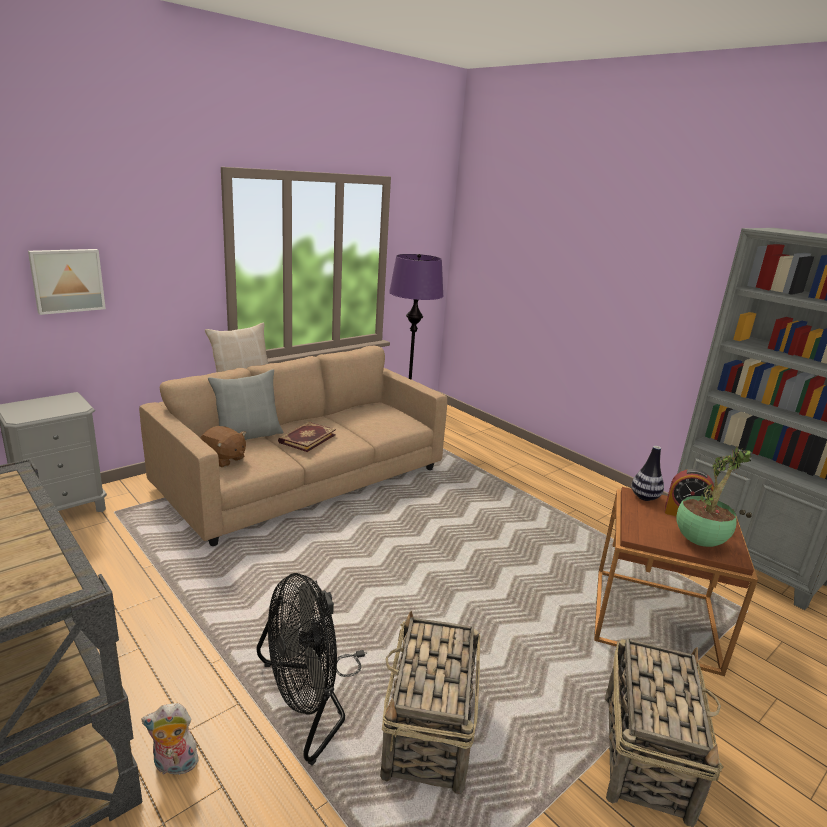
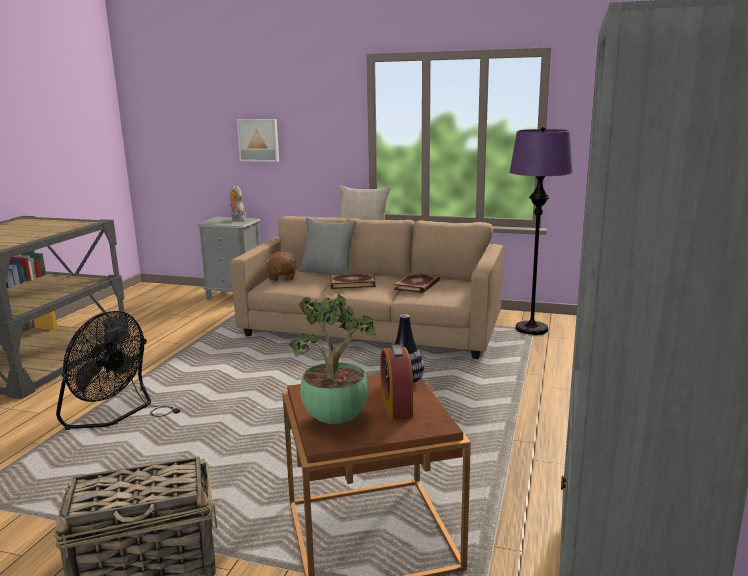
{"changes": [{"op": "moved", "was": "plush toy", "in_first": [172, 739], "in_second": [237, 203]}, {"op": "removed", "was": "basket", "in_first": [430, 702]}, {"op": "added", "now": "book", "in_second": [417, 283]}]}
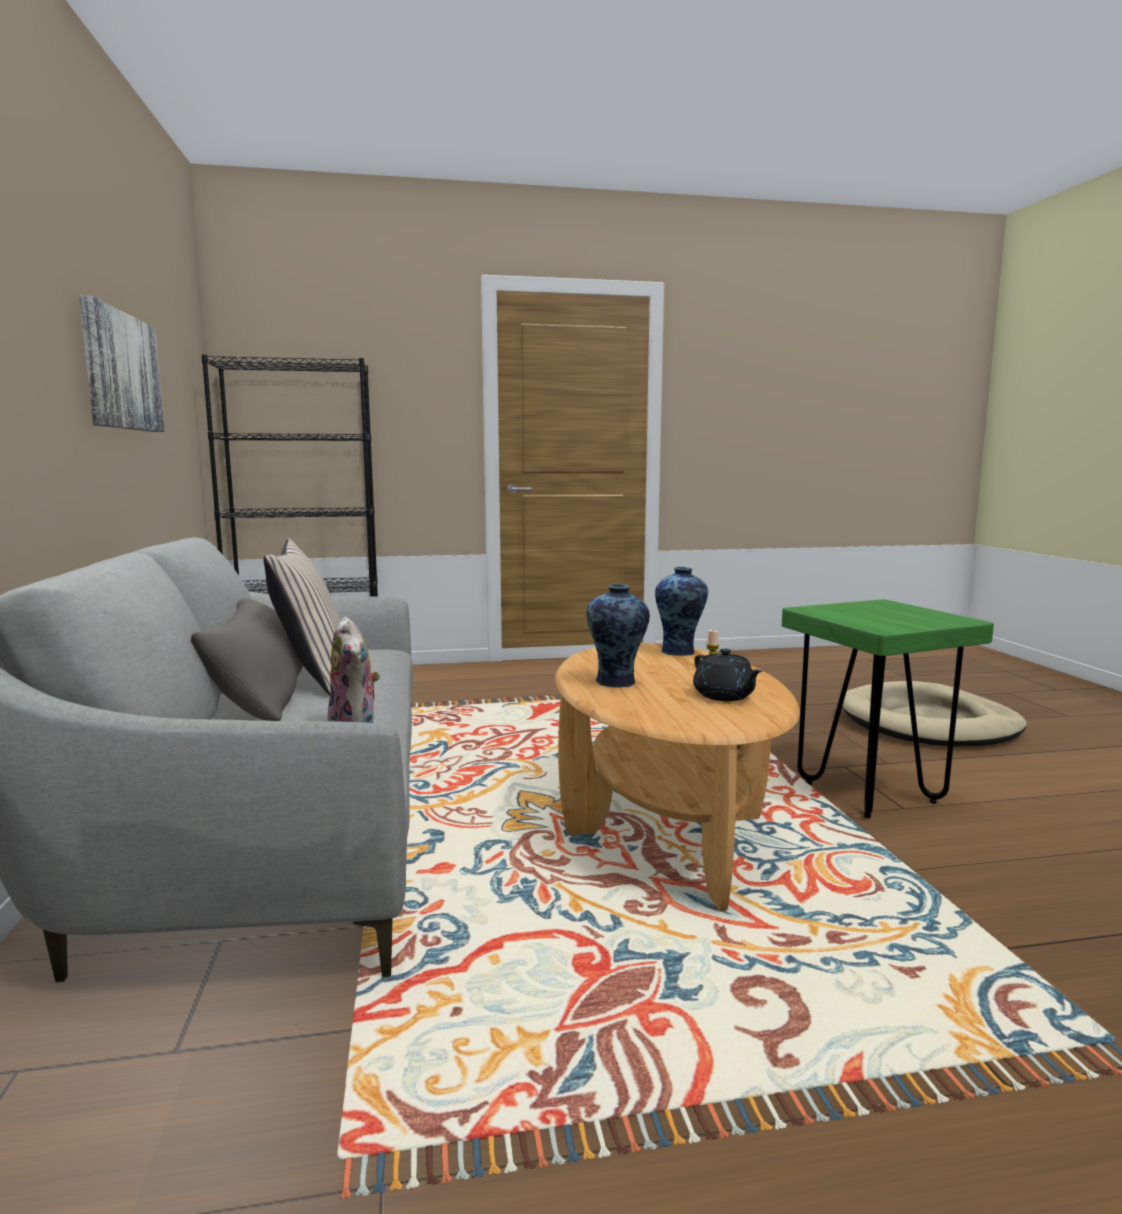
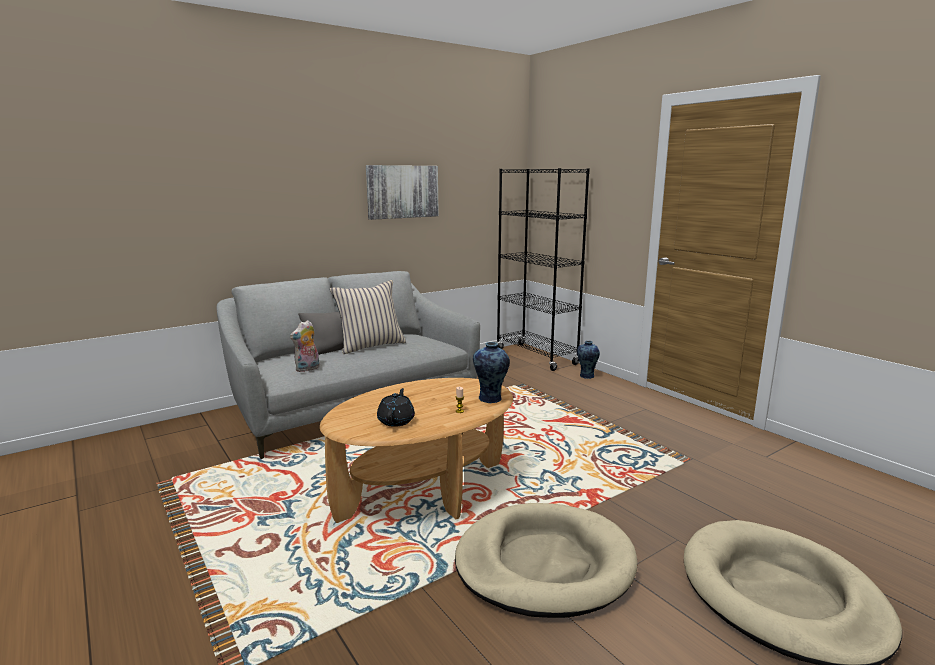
{"changes": [{"op": "moved", "was": "vase", "in_first": [618, 636], "in_second": [588, 360]}, {"op": "turned", "was": "black teapot", "in_first": [727, 675], "in_second": [396, 407], "clockwise": 150}, {"op": "replaced", "was": "green stool", "now": "beige dog bed", "in_first": [888, 708], "in_second": [546, 560]}]}
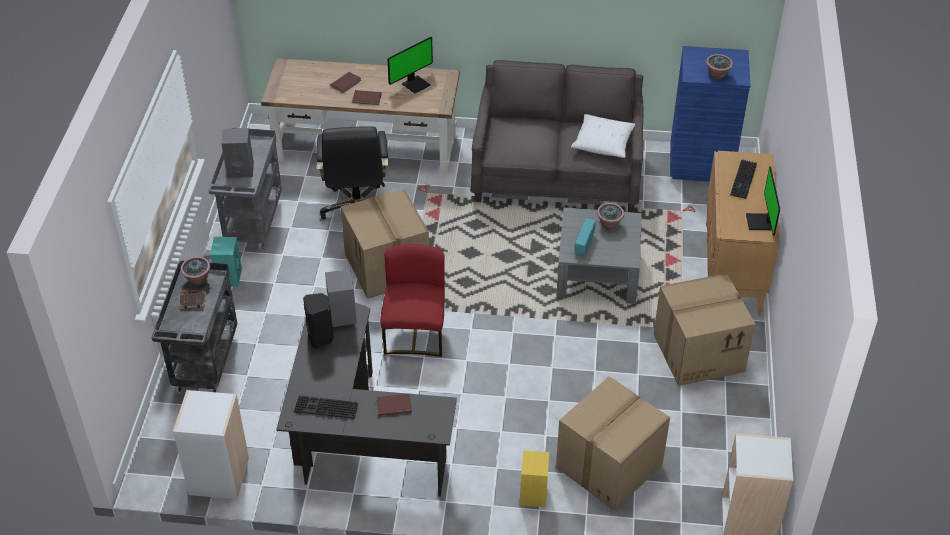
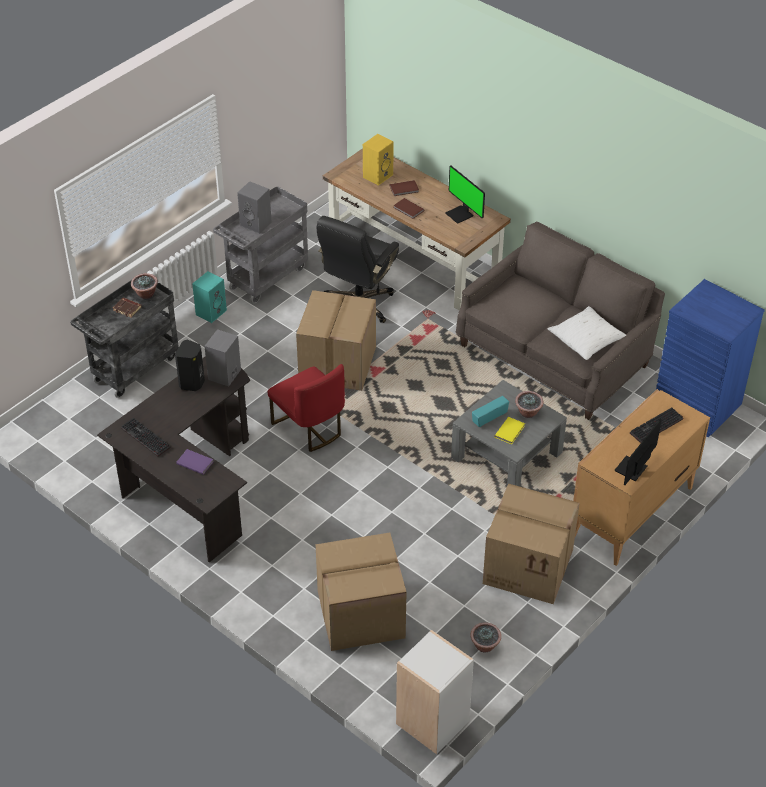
{"changes": [{"op": "removed", "was": "bookcase", "in_first": [211, 444]}, {"op": "recoloured", "was": "brown book", "now": "purple book", "in_first": [394, 405], "in_second": [194, 462]}, {"op": "turned", "was": "red chair", "in_first": [412, 300], "in_second": [306, 408], "clockwise": 105}, {"op": "turned", "was": "monitor", "in_first": [410, 65], "in_second": [465, 194], "clockwise": 60}, {"op": "moved", "was": "yellow speaker", "in_first": [534, 478], "in_second": [378, 160]}, {"op": "moved", "was": "potted plant", "in_first": [719, 67], "in_second": [485, 637]}, {"op": "added", "now": "yellow book", "in_second": [509, 430]}]}
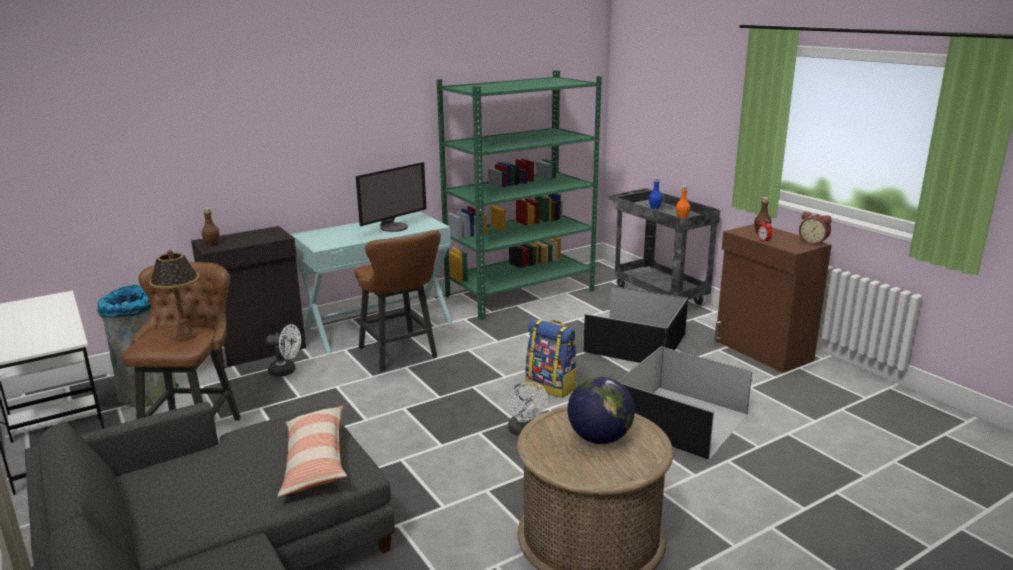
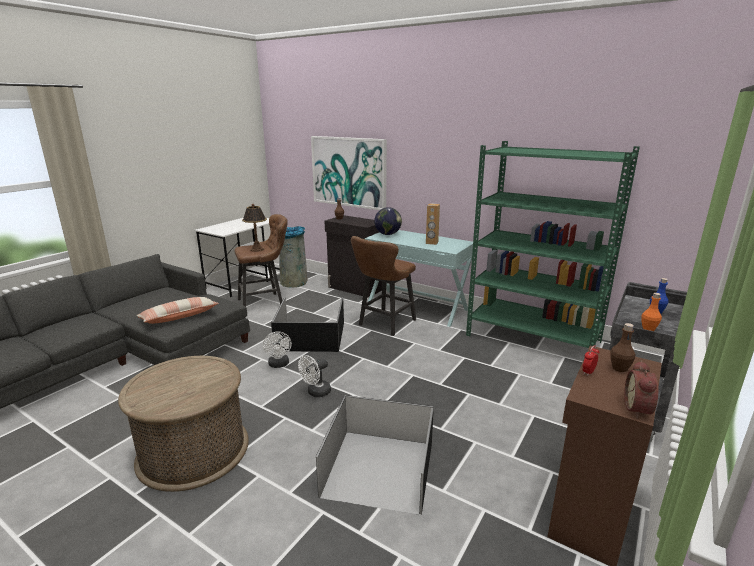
{"changes": [{"op": "moved", "was": "white fan", "in_first": [283, 350], "in_second": [277, 350]}, {"op": "replaced", "was": "monitor", "now": "brown speaker", "in_first": [391, 197], "in_second": [433, 224]}, {"op": "removed", "was": "backpack", "in_first": [551, 358]}, {"op": "moved", "was": "globe", "in_first": [601, 410], "in_second": [388, 221]}, {"op": "moved", "was": "black storage box", "in_first": [635, 324], "in_second": [307, 324]}, {"op": "added", "now": "picture", "in_second": [349, 173]}]}
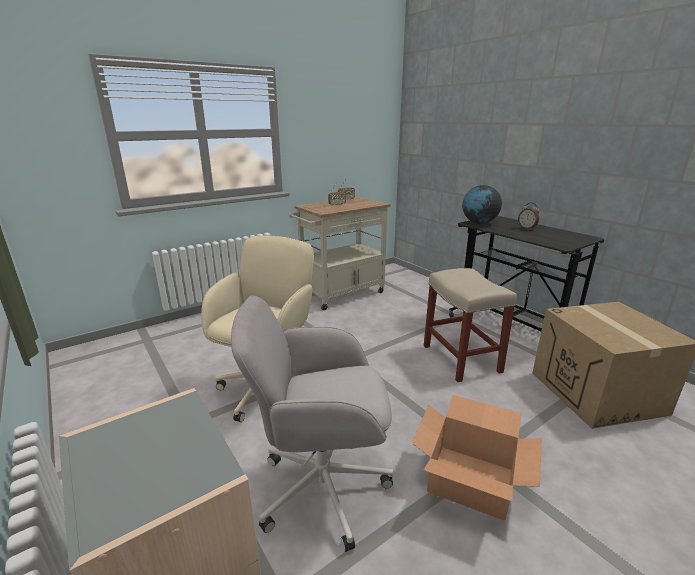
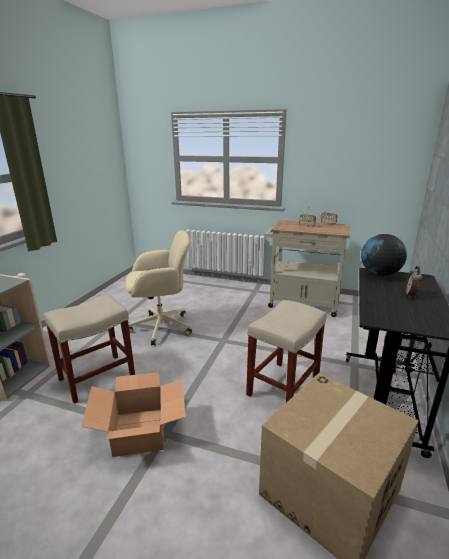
{"changes": [{"op": "replaced", "was": "grey office chair", "now": "beige stool", "in_first": [312, 423], "in_second": [89, 349]}]}
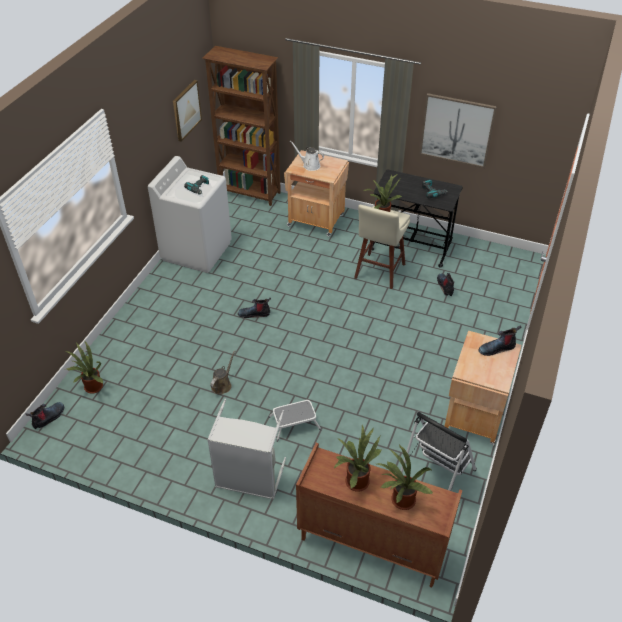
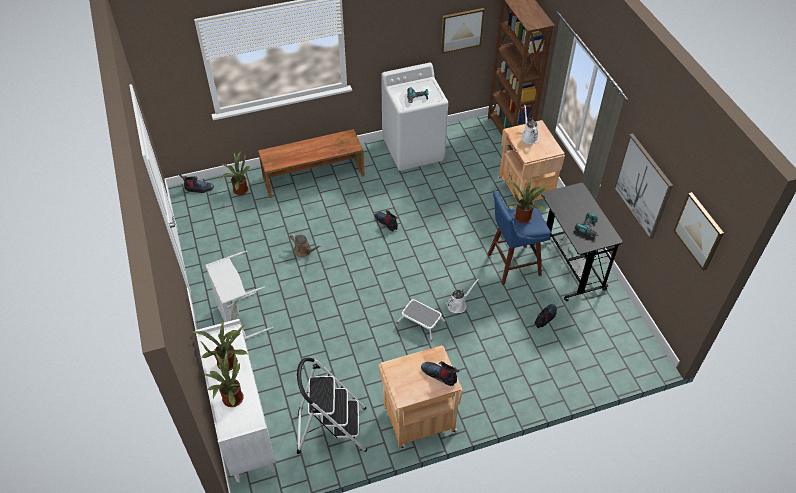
{"changes": [{"op": "turned", "was": "brown watering can", "in_first": [222, 372], "in_second": [306, 245], "clockwise": 45}, {"op": "moved", "was": "grey step ladder", "in_first": [295, 421], "in_second": [421, 320]}, {"op": "recoloured", "was": "brown cabinet", "now": "white cabinet", "in_first": [379, 515], "in_second": [235, 400]}, {"op": "recoloured", "was": "beige stool", "now": "blue stool", "in_first": [382, 247], "in_second": [519, 238]}, {"op": "added", "now": "brown bench", "in_second": [311, 163]}, {"op": "added", "now": "white watering can", "in_second": [462, 295]}, {"op": "added", "now": "picture", "in_second": [698, 231]}]}
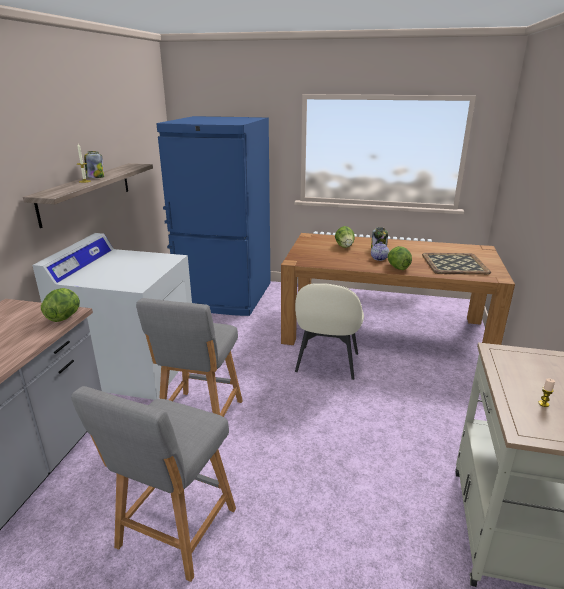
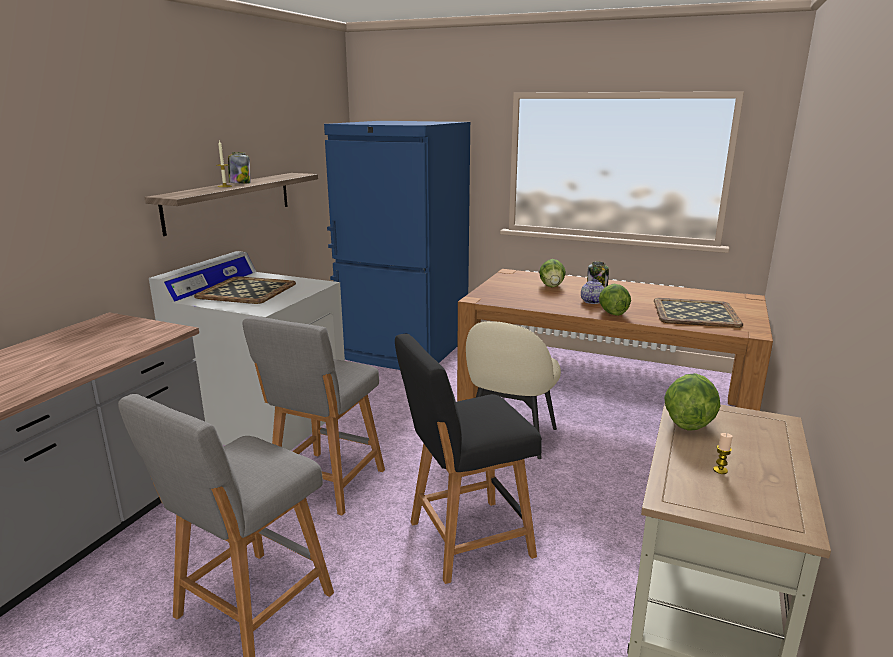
{"changes": [{"op": "moved", "was": "lettuce", "in_first": [60, 305], "in_second": [692, 402]}, {"op": "added", "now": "tray", "in_second": [245, 290]}, {"op": "added", "now": "black stool", "in_second": [468, 459]}]}
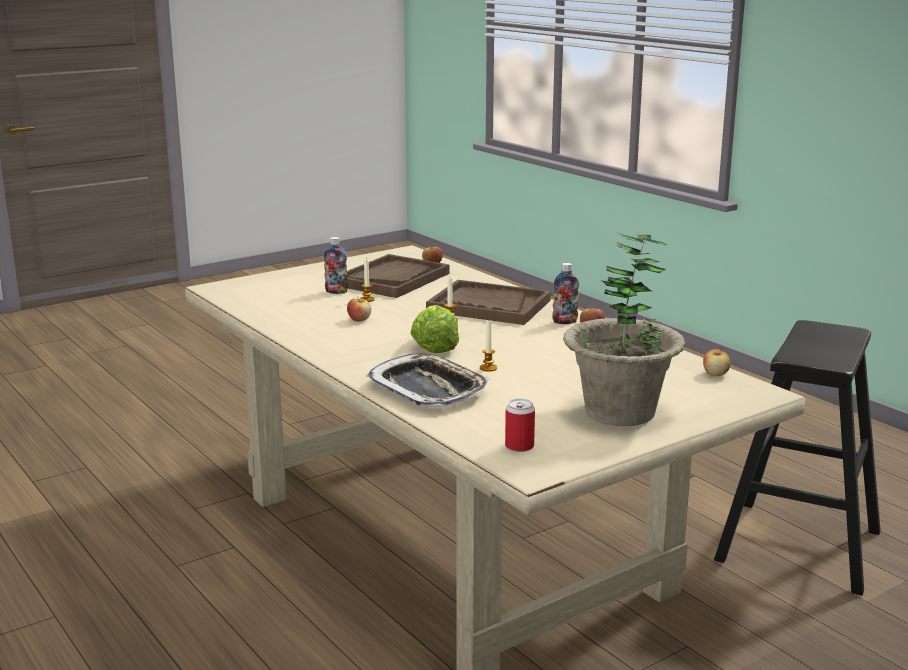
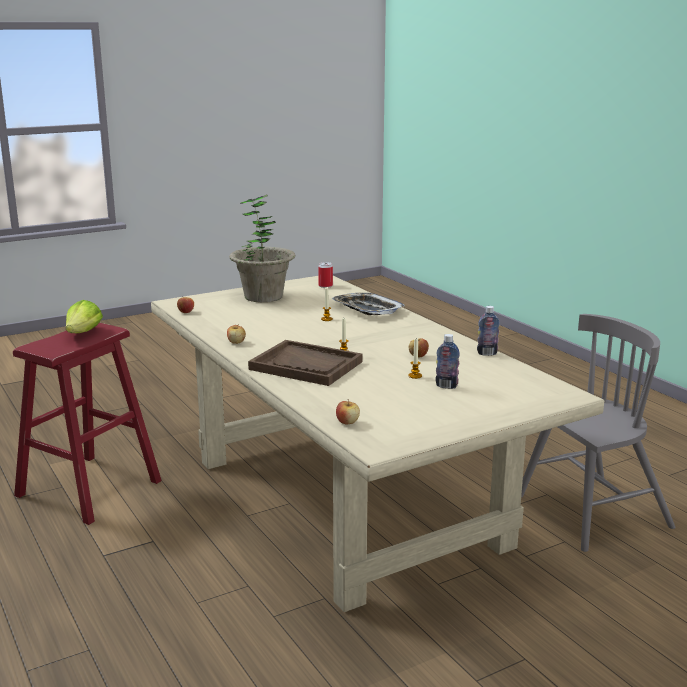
{"changes": [{"op": "removed", "was": "brown tray", "in_first": [398, 276]}, {"op": "moved", "was": "lettuce", "in_first": [434, 329], "in_second": [84, 316]}, {"op": "moved", "was": "bottle", "in_first": [565, 293], "in_second": [488, 331]}, {"op": "recoloured", "was": "black stool", "now": "red stool", "in_first": [797, 457], "in_second": [87, 424]}, {"op": "added", "now": "grey chair", "in_second": [598, 433]}]}
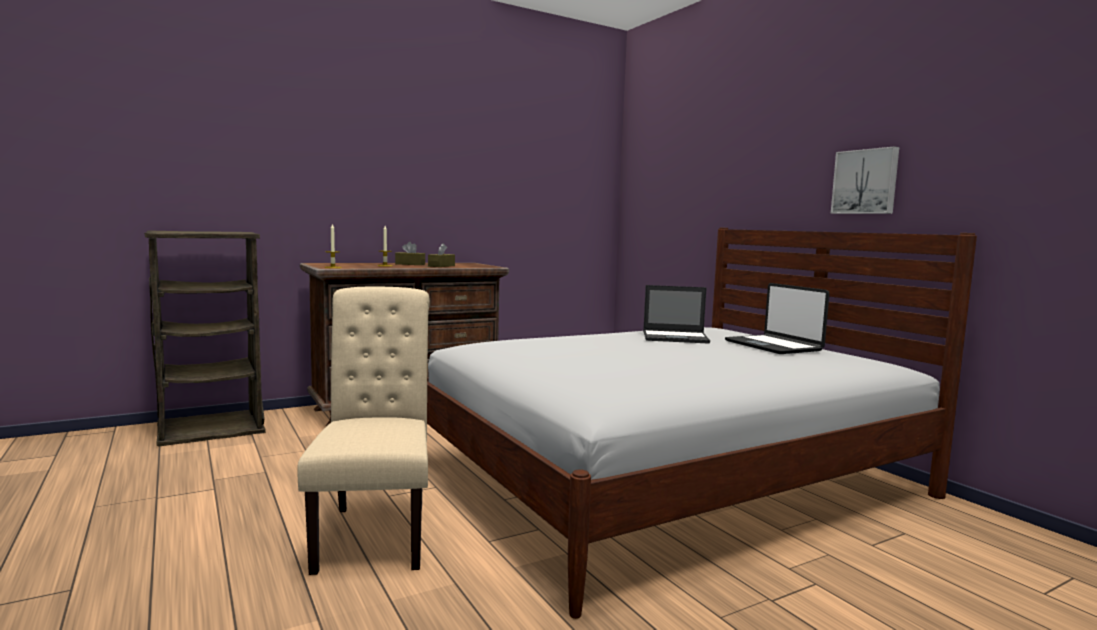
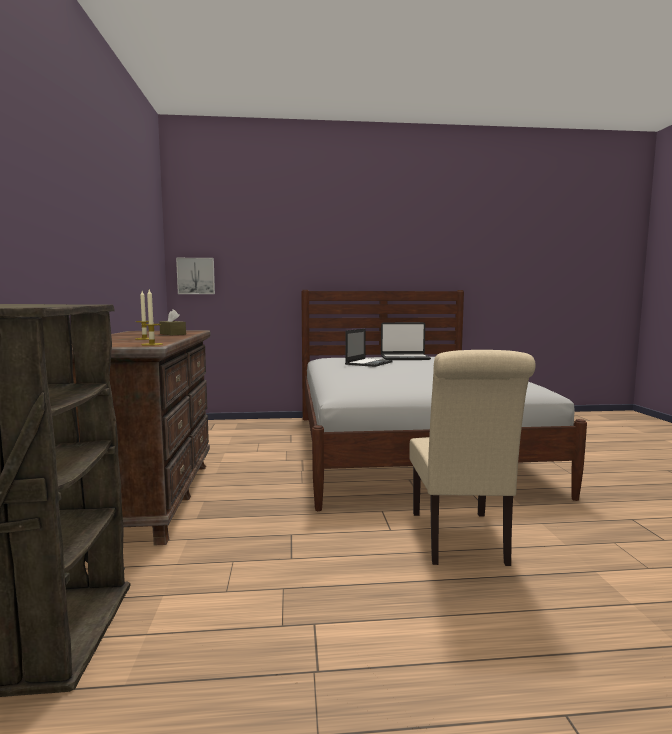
{"changes": [{"op": "turned", "was": "beige chair", "in_first": [363, 431], "in_second": [472, 458], "clockwise": -105}, {"op": "removed", "was": "brown tissue box", "in_first": [410, 253]}, {"op": "moved", "was": "picture", "in_first": [865, 180], "in_second": [195, 276]}]}
